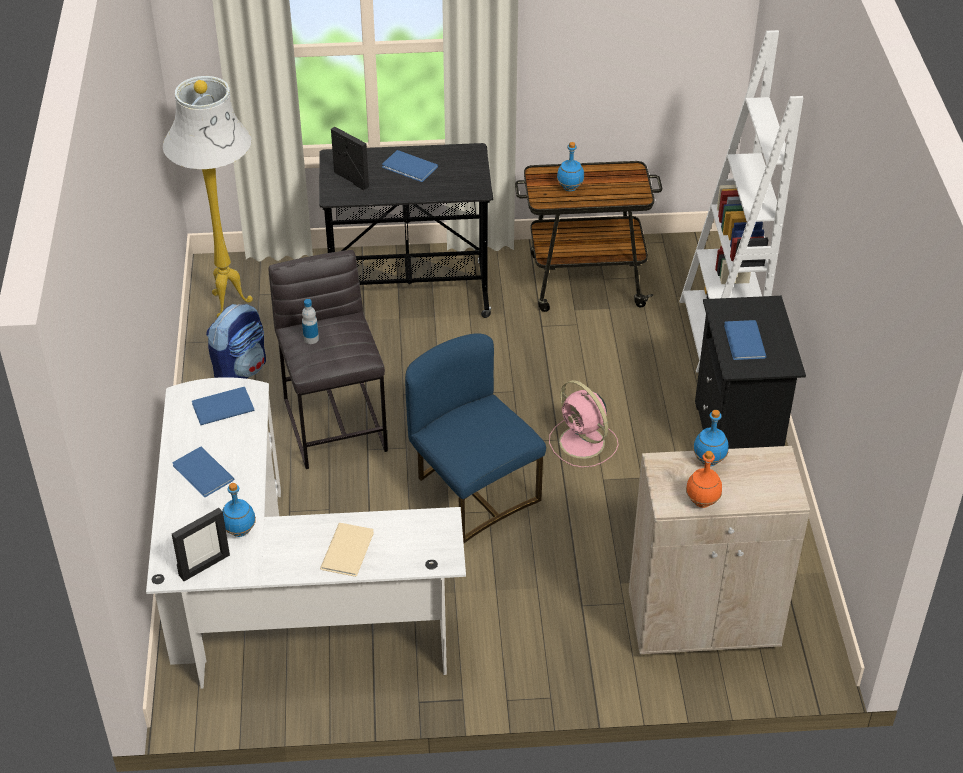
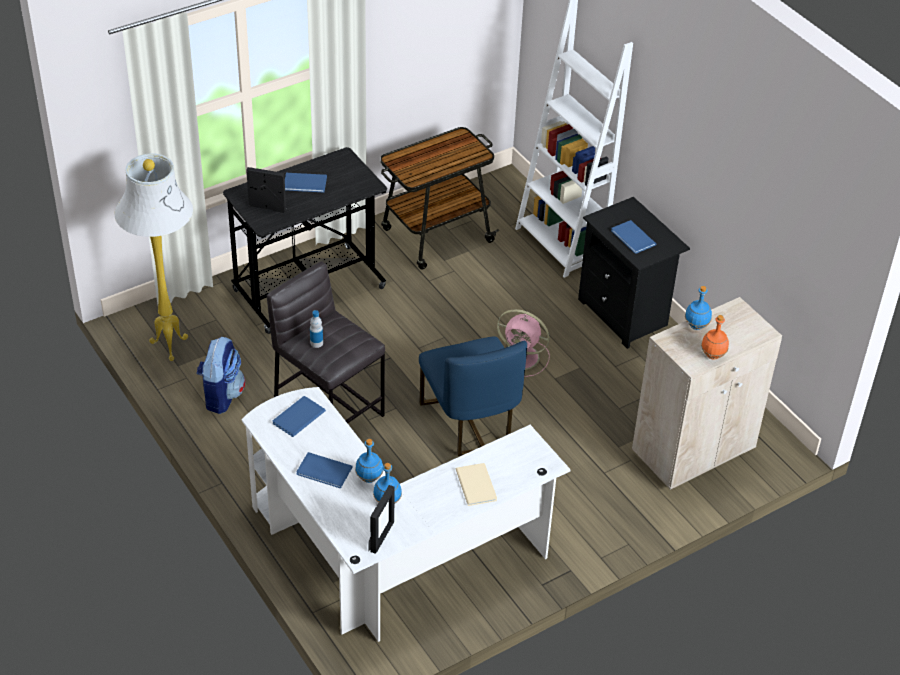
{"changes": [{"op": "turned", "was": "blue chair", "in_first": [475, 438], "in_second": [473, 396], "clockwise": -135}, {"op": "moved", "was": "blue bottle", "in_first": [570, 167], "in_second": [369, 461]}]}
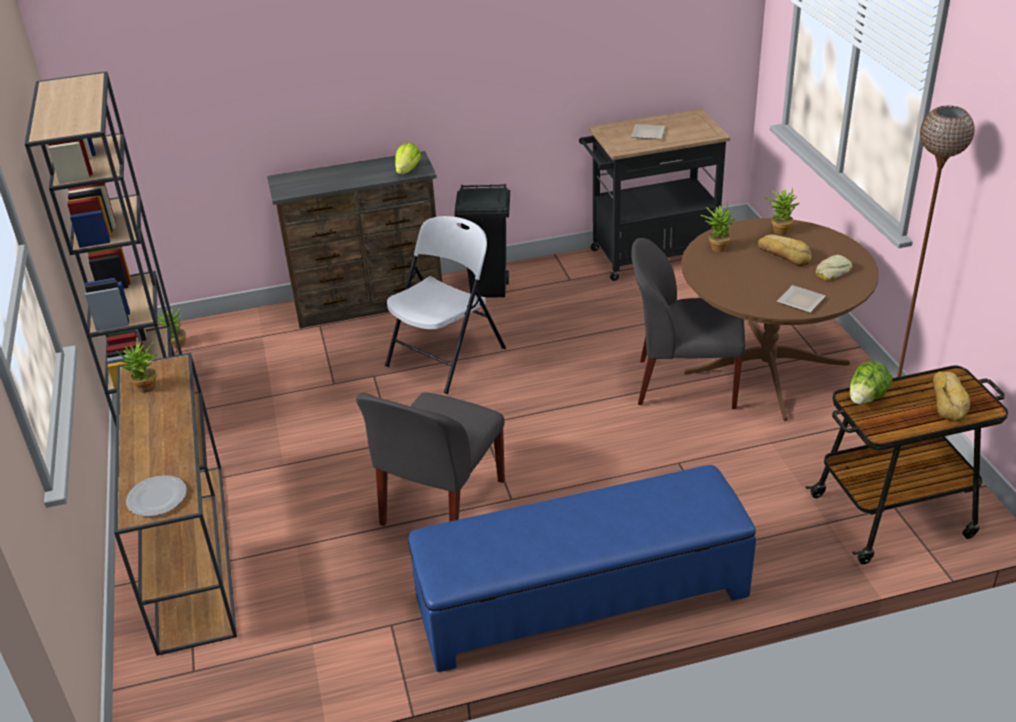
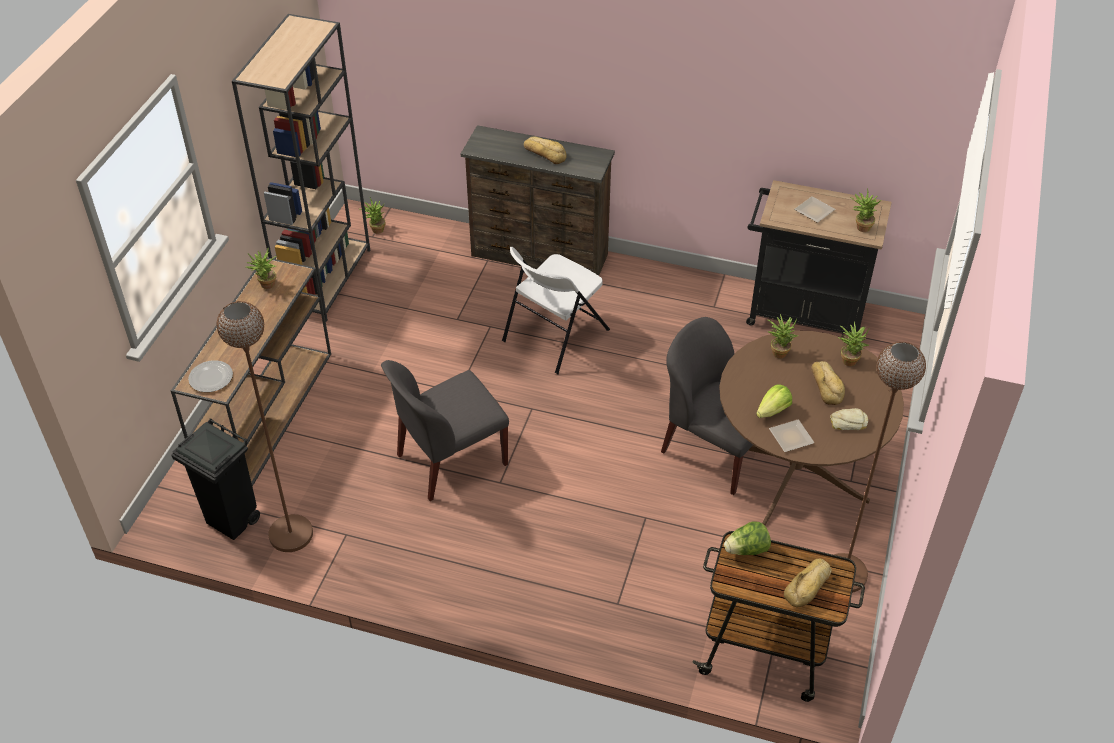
{"changes": [{"op": "turned", "was": "white chair", "in_first": [445, 305], "in_second": [556, 310], "clockwise": 150}, {"op": "moved", "was": "lettuce", "in_first": [408, 158], "in_second": [774, 401]}, {"op": "removed", "was": "blue bench", "in_first": [582, 568]}, {"op": "moved", "was": "black trash can", "in_first": [482, 241], "in_second": [215, 479]}, {"op": "added", "now": "brown floor lamp", "in_second": [264, 426]}, {"op": "added", "now": "bread", "in_second": [545, 150]}, {"op": "added", "now": "potted plant", "in_second": [865, 210]}]}
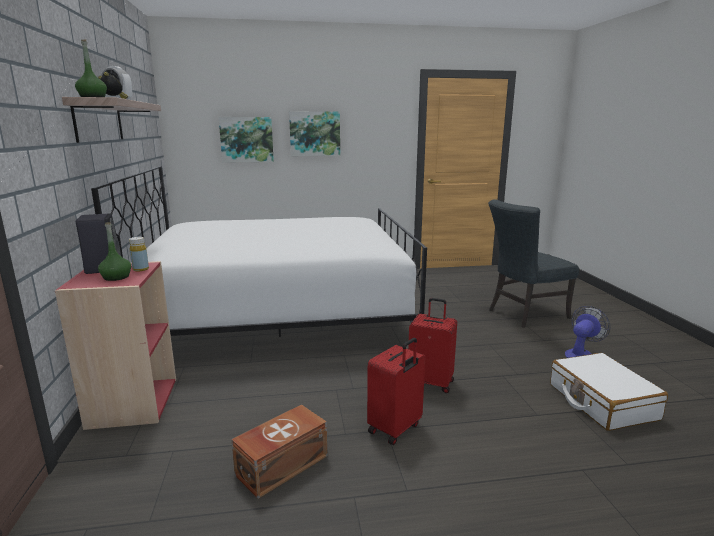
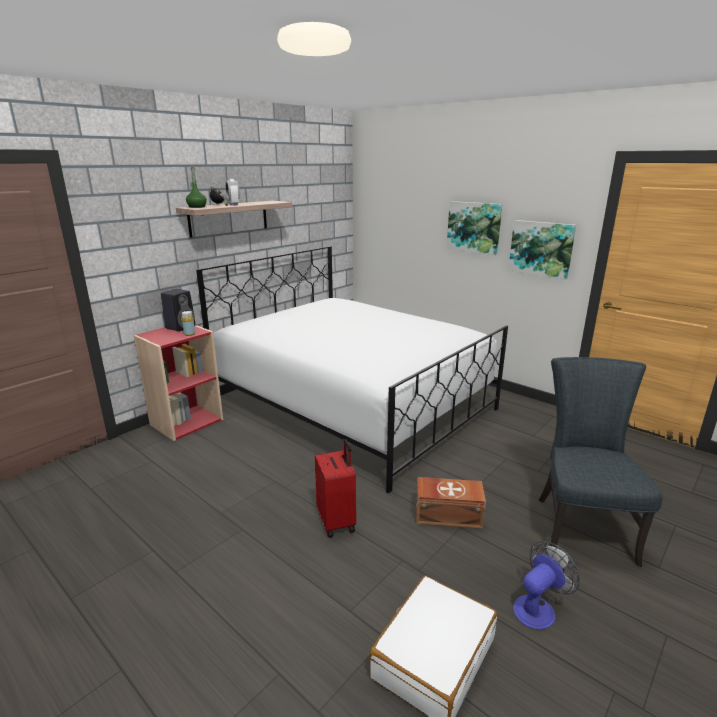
{"changes": [{"op": "removed", "was": "green bottle", "in_first": [114, 251]}, {"op": "moved", "was": "picture", "in_first": [246, 140], "in_second": [542, 249]}, {"op": "moved", "was": "brown storage box", "in_first": [279, 451], "in_second": [451, 503]}, {"op": "removed", "was": "red suitcase", "in_first": [396, 391]}, {"op": "turned", "was": "grey chair", "in_first": [533, 264], "in_second": [601, 462], "clockwise": 75}, {"op": "turned", "was": "fan", "in_first": [588, 332], "in_second": [546, 585], "clockwise": -45}]}
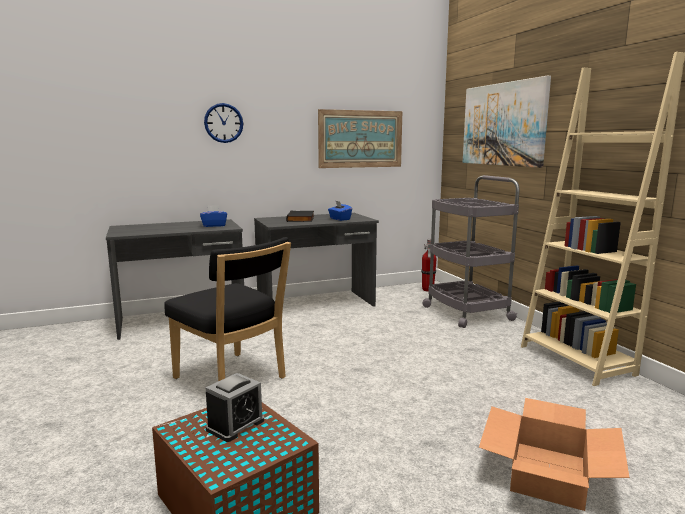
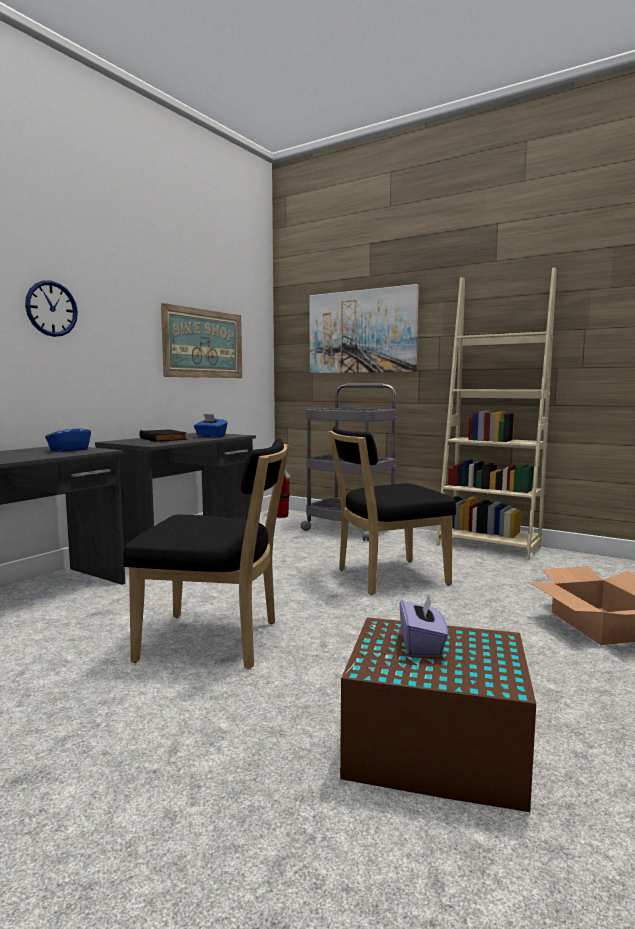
{"changes": [{"op": "replaced", "was": "alarm clock", "now": "purple tissue box", "in_first": [235, 407], "in_second": [424, 625]}, {"op": "added", "now": "black chair", "in_second": [392, 510]}]}
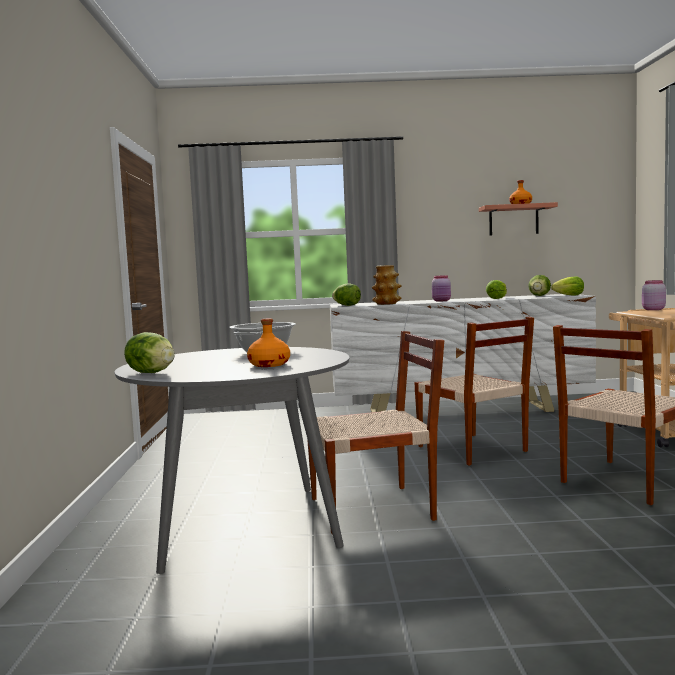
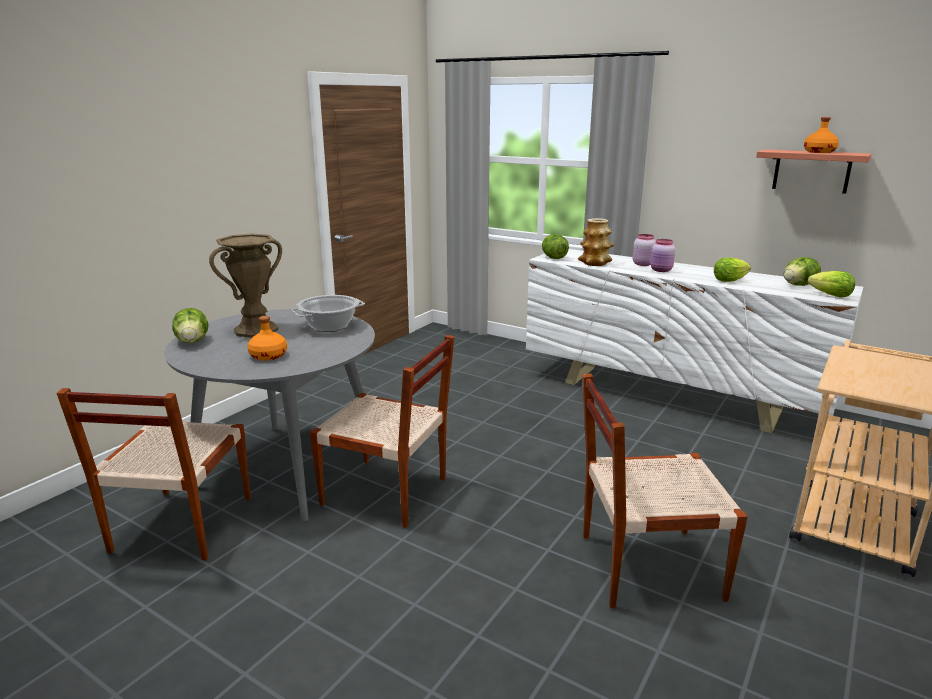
{"changes": [{"op": "moved", "was": "chair", "in_first": [474, 391], "in_second": [154, 474]}, {"op": "moved", "was": "pink jar", "in_first": [654, 295], "in_second": [644, 250]}, {"op": "added", "now": "brown vase", "in_second": [245, 286]}]}
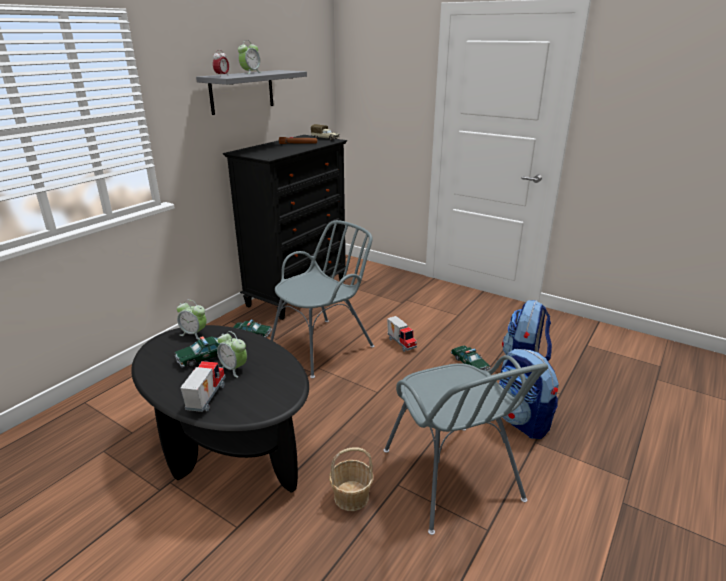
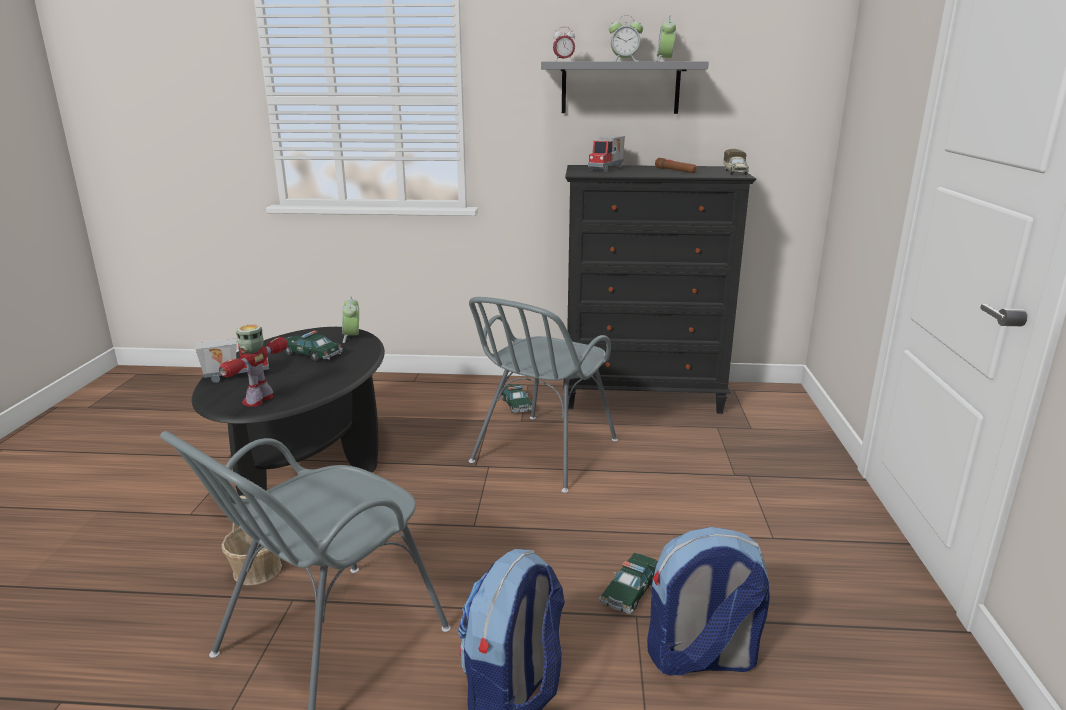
{"changes": [{"op": "moved", "was": "alarm clock", "in_first": [232, 354], "in_second": [666, 38]}, {"op": "turned", "was": "grey chair", "in_first": [322, 299], "in_second": [543, 395], "clockwise": 105}, {"op": "moved", "was": "toy truck", "in_first": [402, 334], "in_second": [606, 153]}, {"op": "added", "now": "toy robot", "in_second": [253, 366]}]}
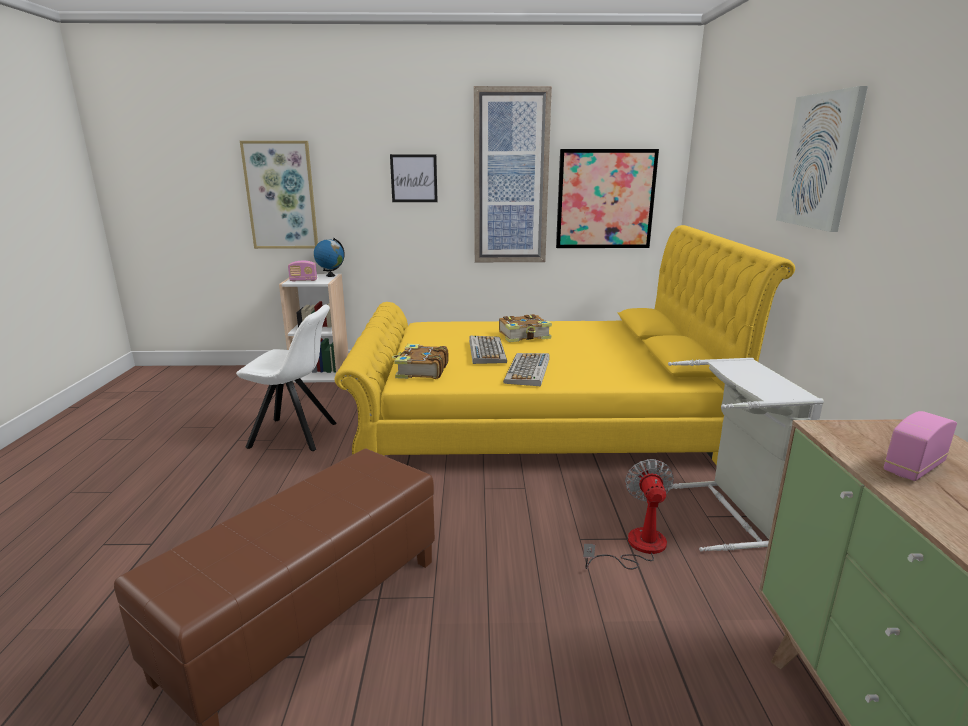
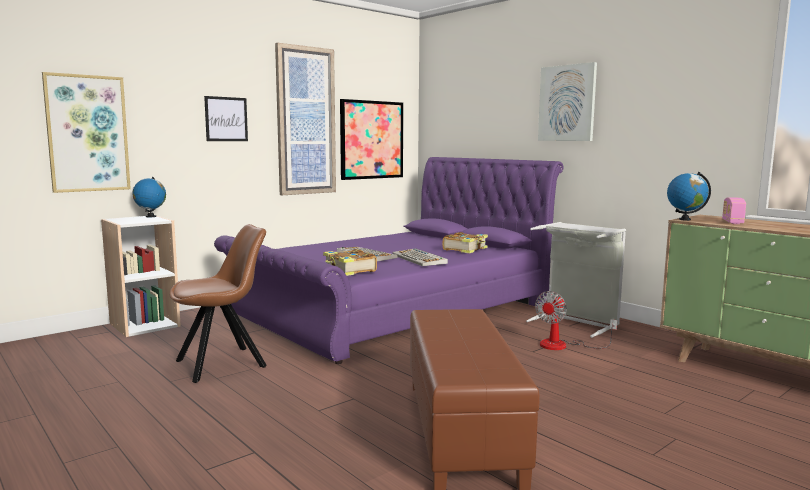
{"changes": [{"op": "recoloured", "was": "white chair", "now": "brown chair", "in_first": [286, 378], "in_second": [218, 303]}, {"op": "removed", "was": "radio", "in_first": [302, 271]}, {"op": "recoloured", "was": "yellow bed", "now": "purple bed", "in_first": [565, 345], "in_second": [389, 260]}, {"op": "moved", "was": "book", "in_first": [525, 328], "in_second": [465, 242]}, {"op": "turned", "was": "fan", "in_first": [628, 514], "in_second": [576, 320], "clockwise": -105}, {"op": "added", "now": "globe", "in_second": [689, 196]}]}
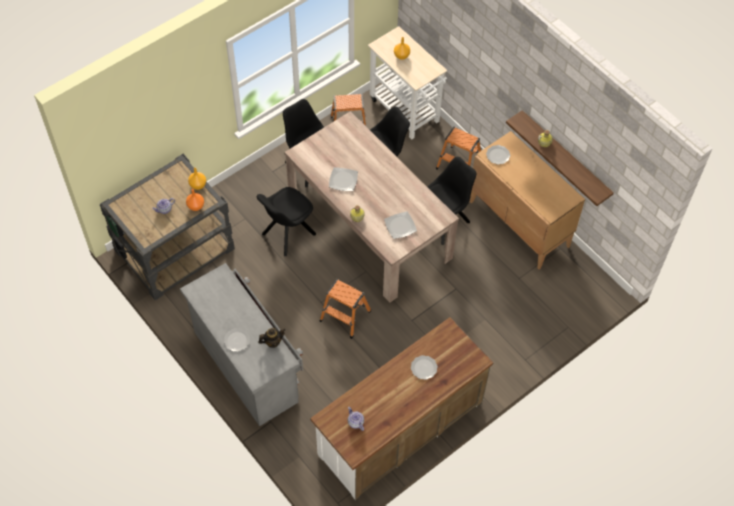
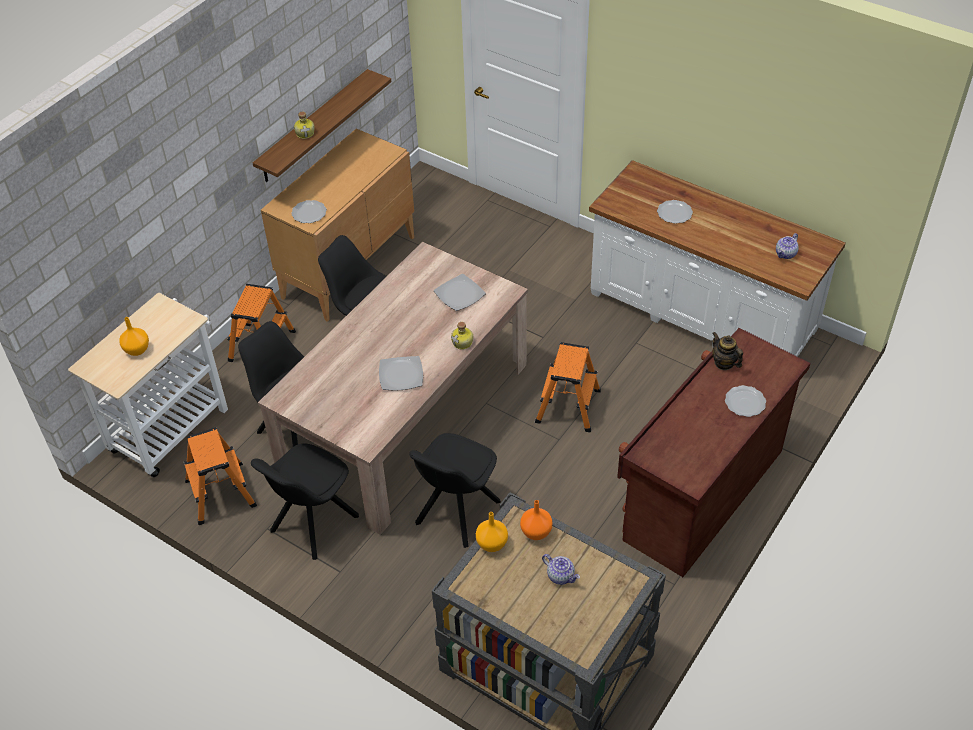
{"changes": [{"op": "recoloured", "was": "grey dresser", "now": "brown dresser", "in_first": [241, 344], "in_second": [713, 452]}, {"op": "turned", "was": "black chair", "in_first": [286, 221], "in_second": [455, 490], "clockwise": 90}]}
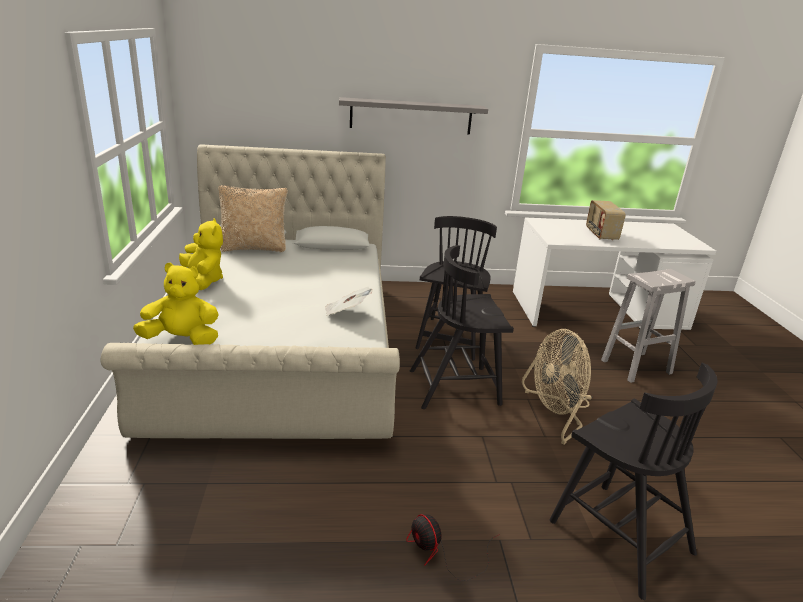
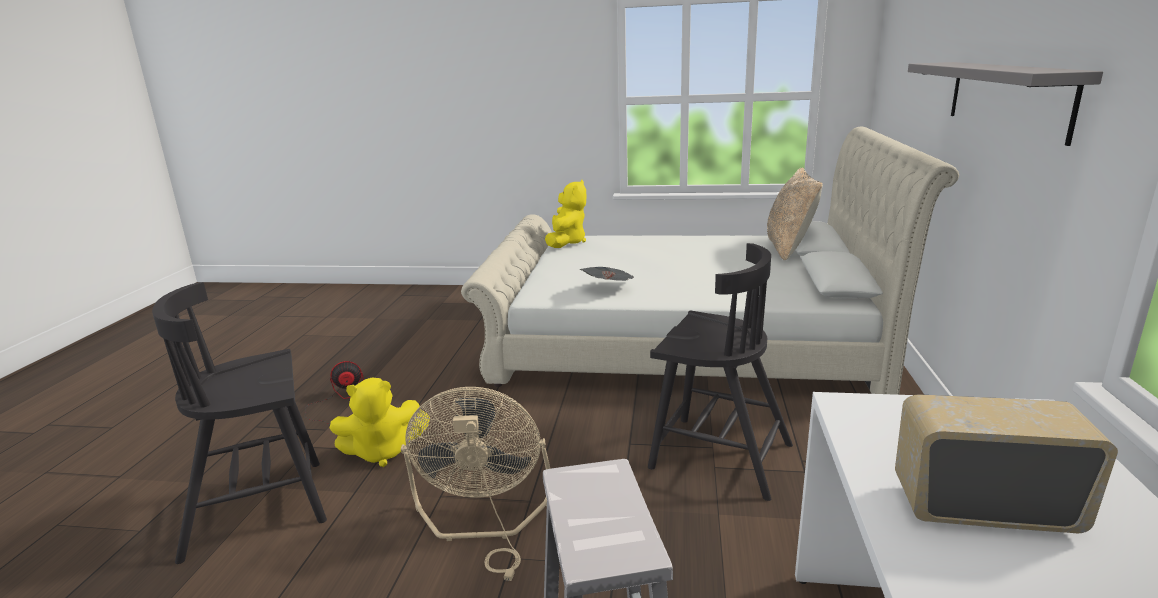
{"changes": [{"op": "moved", "was": "yellow plush toy", "in_first": [201, 254], "in_second": [379, 422]}, {"op": "removed", "was": "black chair", "in_first": [462, 327]}]}
